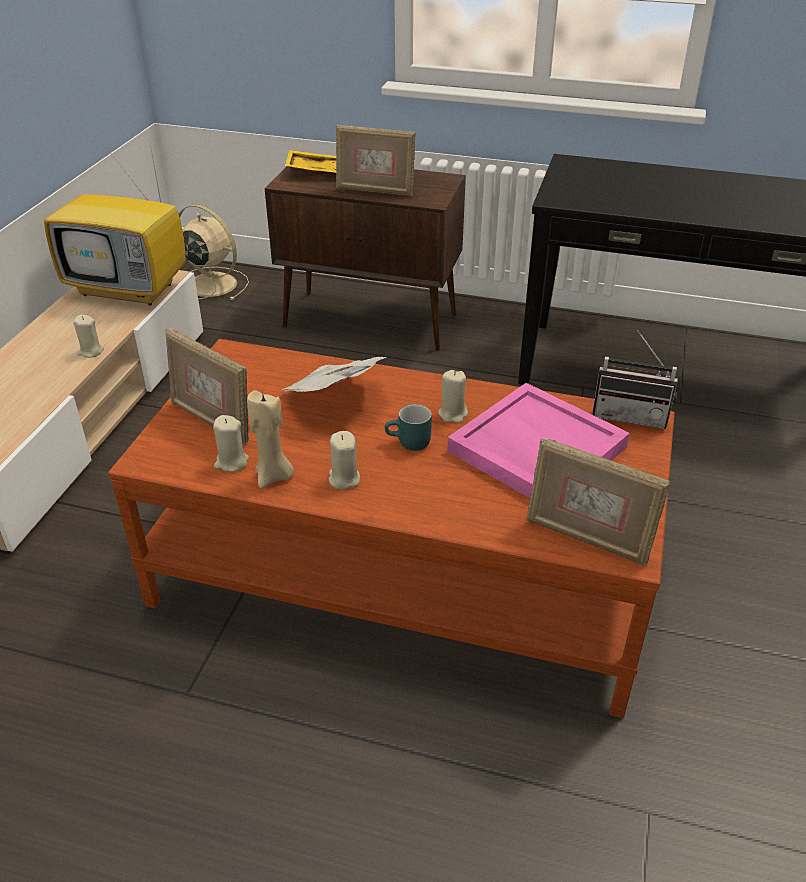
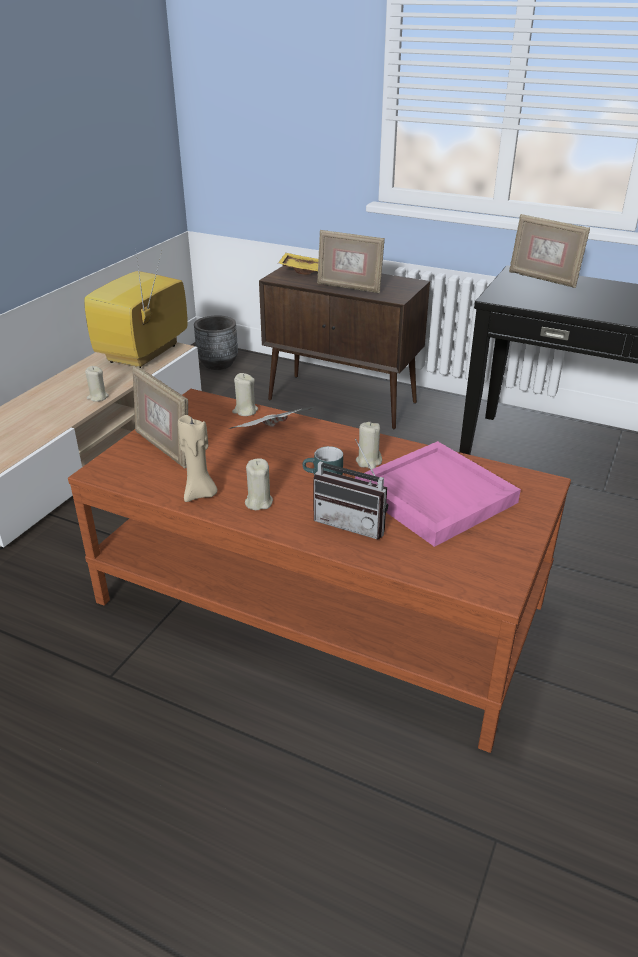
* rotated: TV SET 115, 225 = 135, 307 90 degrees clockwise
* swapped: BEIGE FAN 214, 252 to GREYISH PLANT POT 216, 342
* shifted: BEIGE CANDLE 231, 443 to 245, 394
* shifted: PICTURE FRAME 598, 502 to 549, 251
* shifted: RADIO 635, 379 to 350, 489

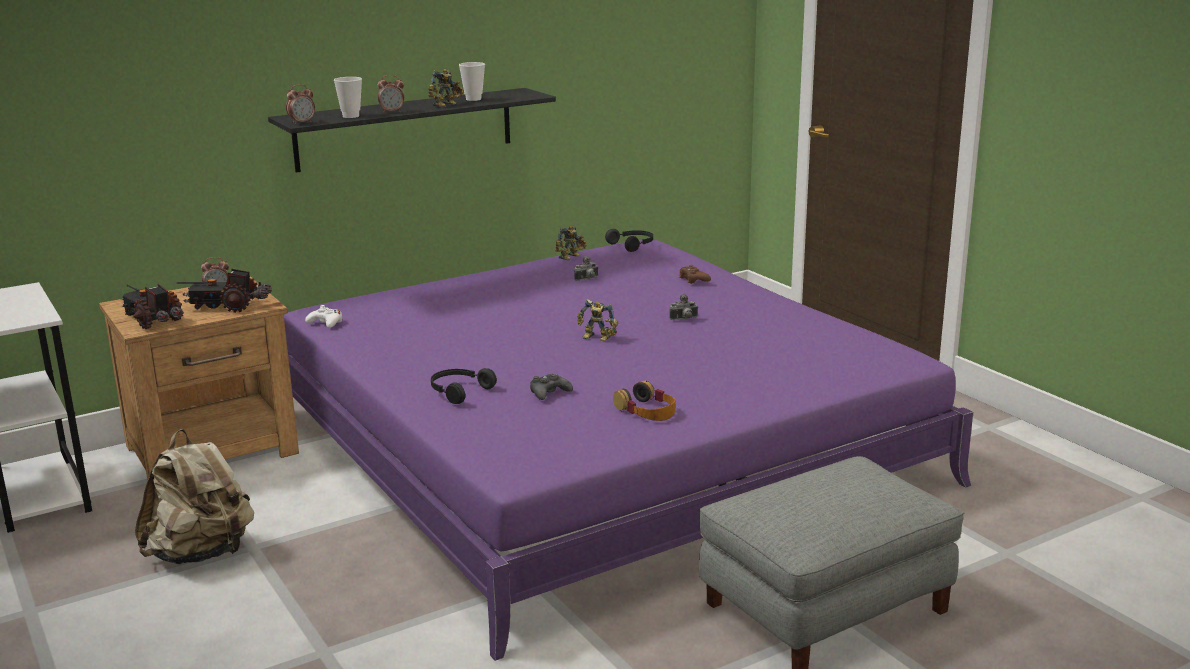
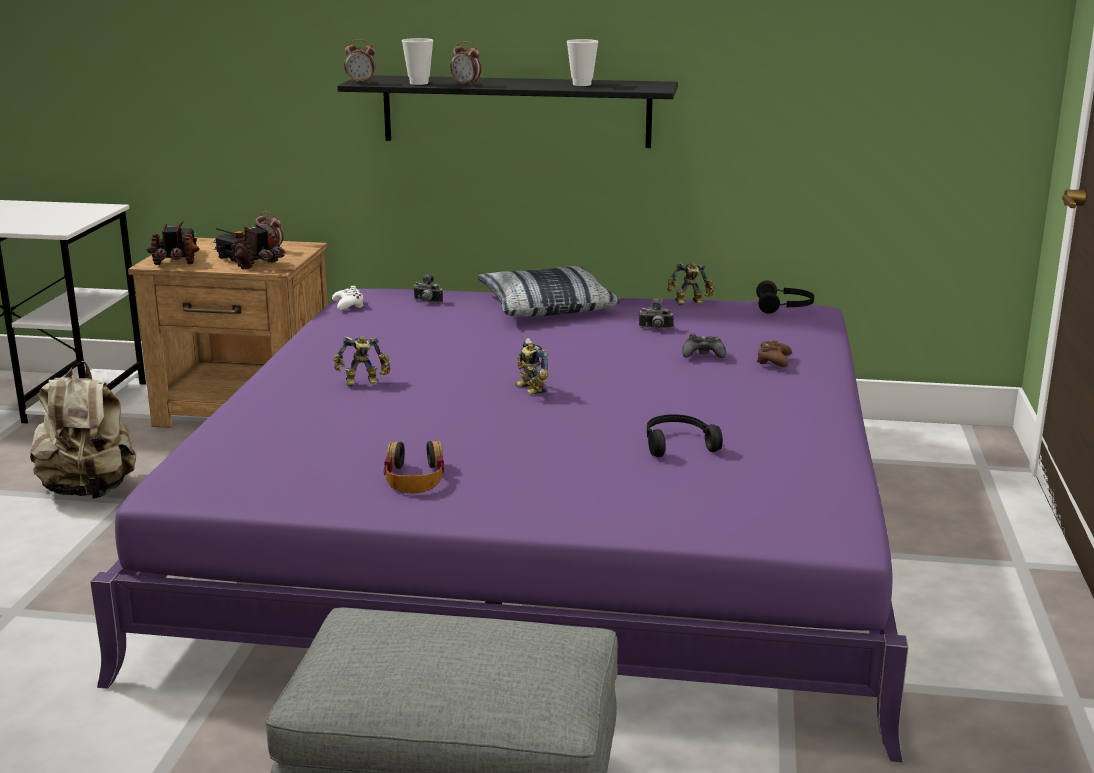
* shifted: ROBOT FIGURE 446, 88 to 362, 361
* shifted: BLACKISH HEADSET 464, 386 to 685, 435
* shifted: BLACKISH GAME CONTROLLER 551, 387 to 704, 346
* shifted: PHOTO CAMERA 684, 307 to 428, 288
* new: THROW PILLOW 548, 291

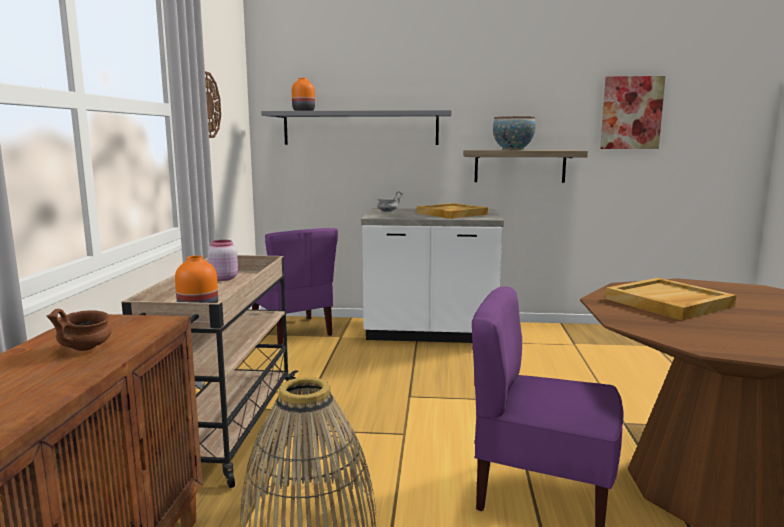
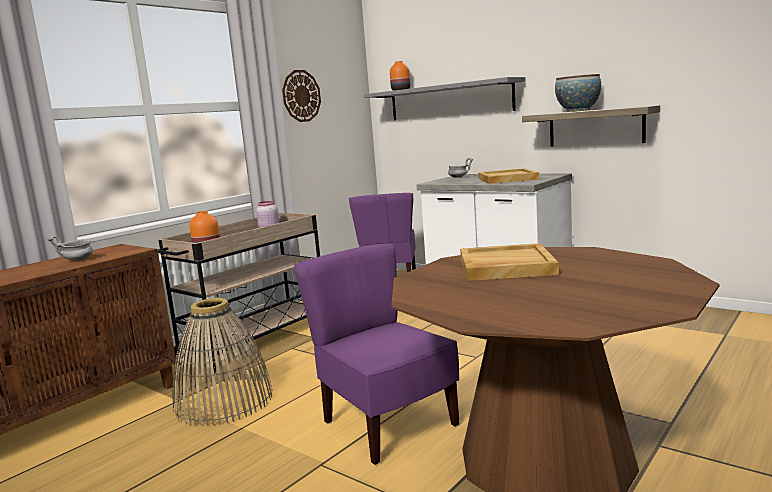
* repainted: BROWN-COLOURED SERVING BOWL 79, 330 to GREYISH SERVING BOWL 70, 248
* gone: WALL ART 632, 112

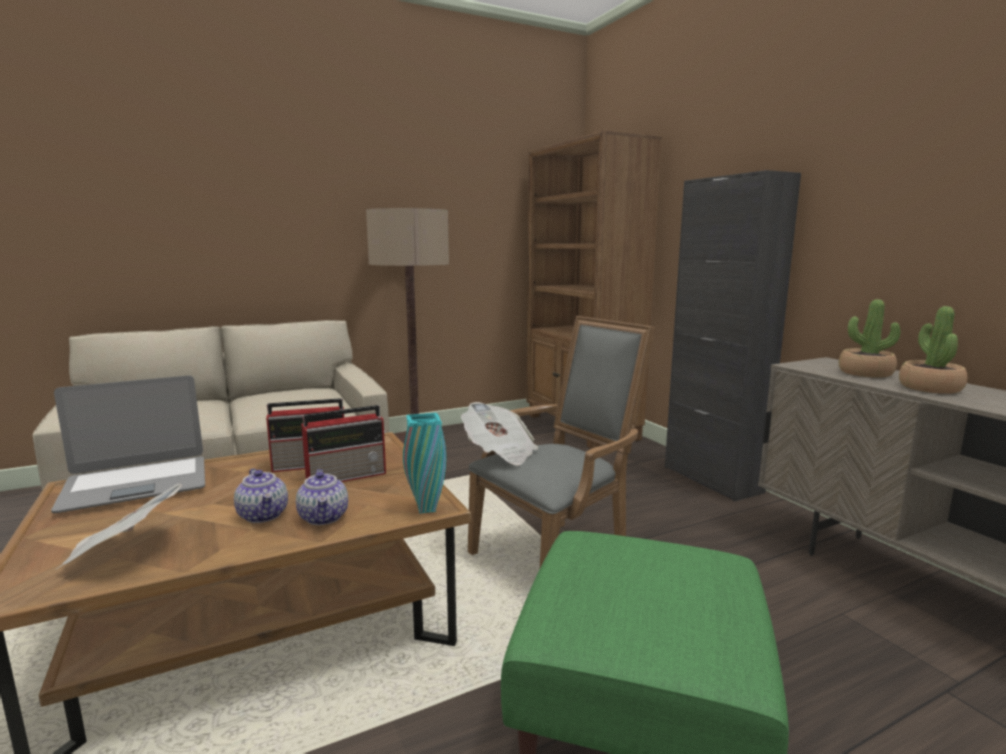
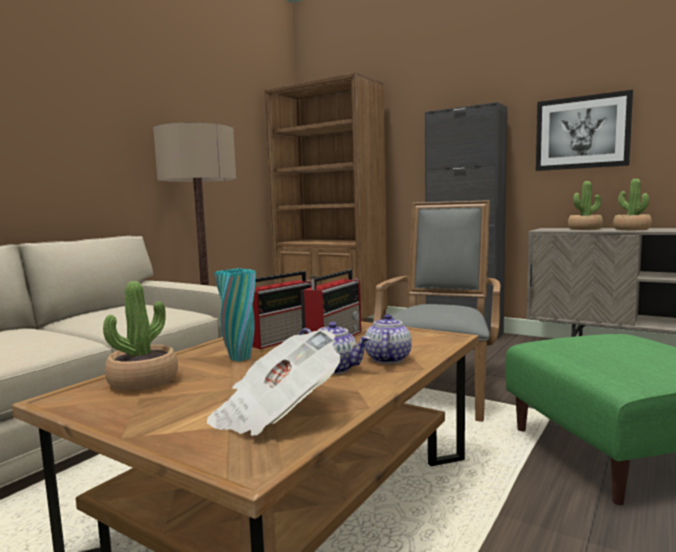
* swapped: PORTABLE COMPUTER 128, 444 to HOUSEPLANT 140, 336
* rotated: TEAPOT 322, 497 = 388, 339 120 degrees counterclockwise
* shifted: TURQUOISE DECORATIVE VASE 424, 463 to 235, 315
* gone: PRINTED PAPER 499, 434
* new: WALL ART 584, 130

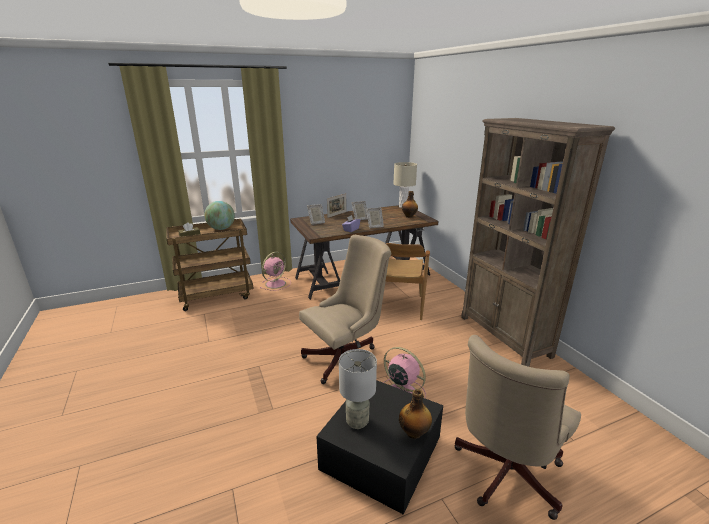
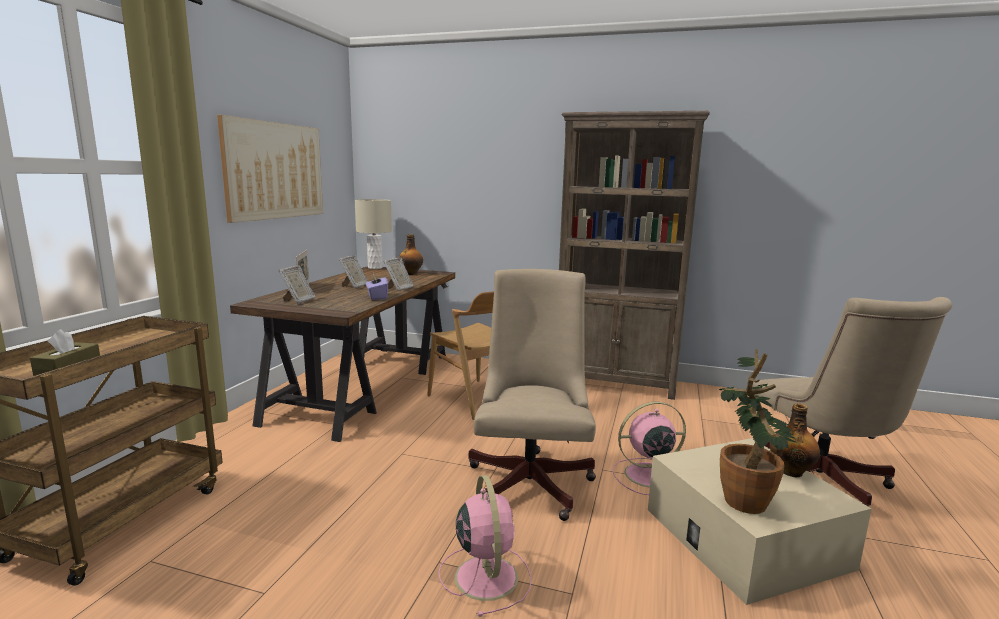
* gone: WORLD GLOBE 219, 215
* shifted: PINKISH FAN 275, 271 to 484, 546
* repainted: BLACKISH STORAGE BIN 379, 447 to BEIGE STORAGE BIN 760, 521
* swapped: GREYISH TABLETOP LAMP 358, 389 to HOUSEPLANT 761, 431
* new: WALL ART 270, 169

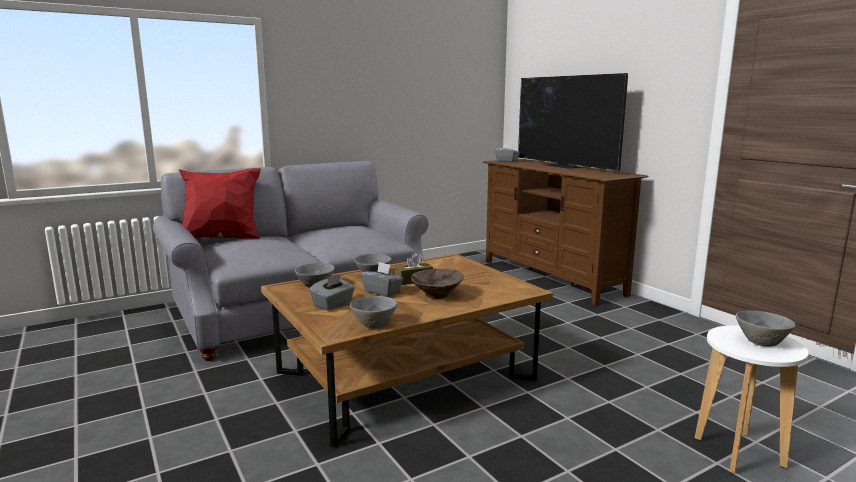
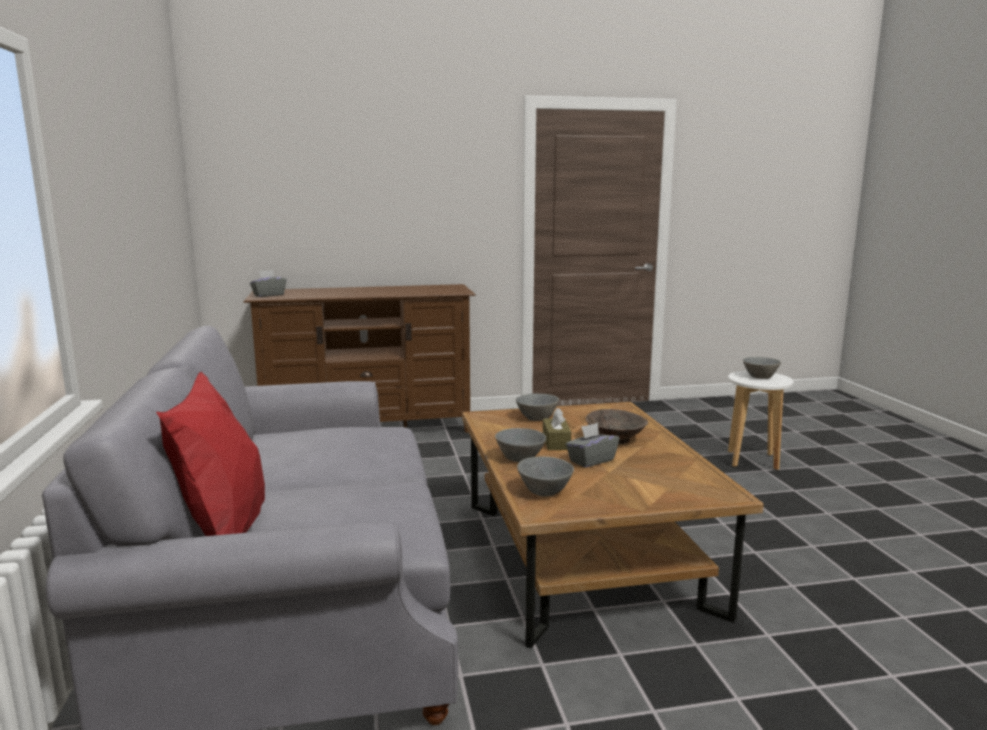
* gone: GREYISH TISSUE HOLDER 332, 292
* shifted: GREYISH SERVING BOWL 374, 312 to 537, 407
* gone: TV SET 573, 122

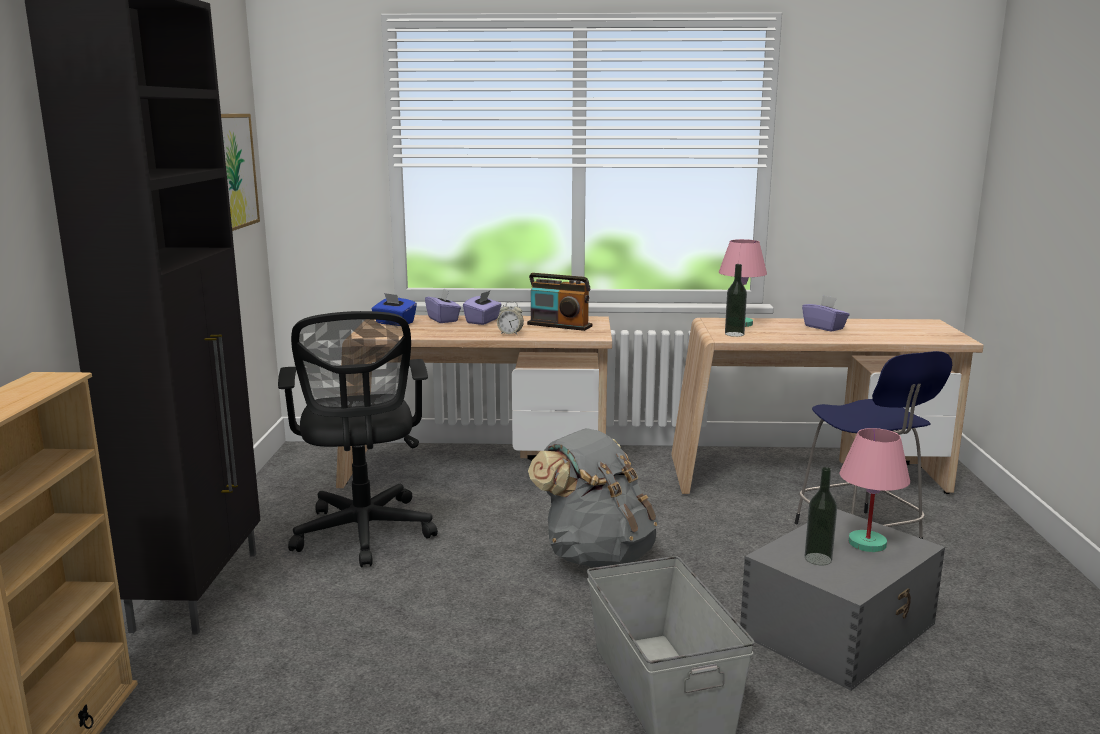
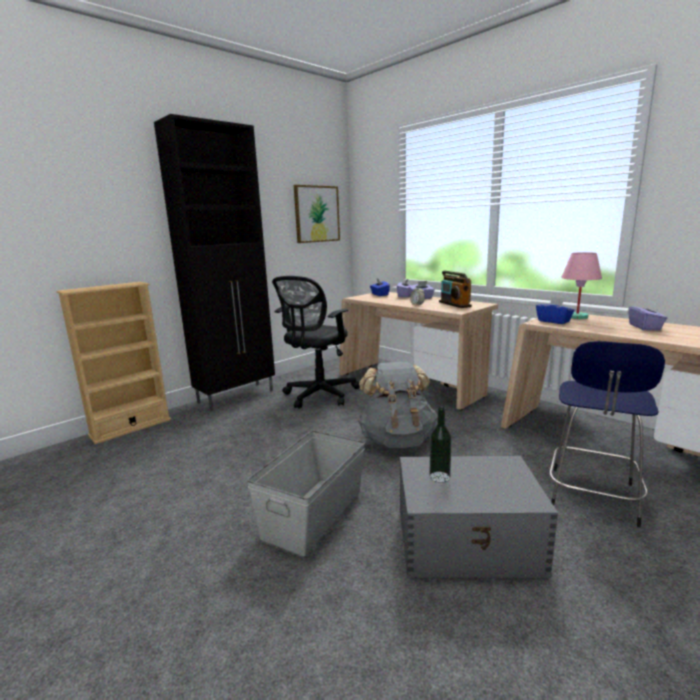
* swapped: BOTTLE 736, 300 to BLUE-COLOURED TISSUE HOLDER 555, 310
* gone: PINKISH TABLETOP LAMP 875, 490

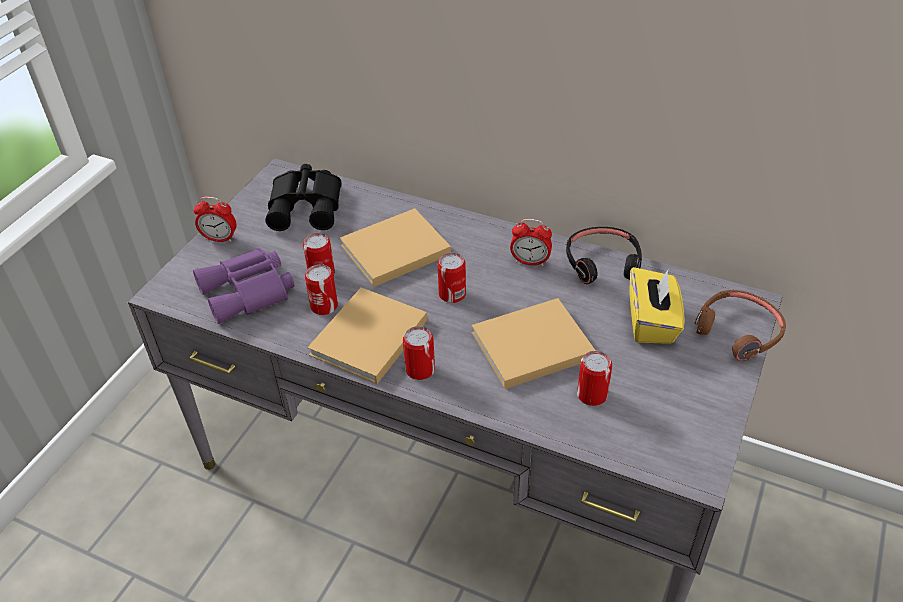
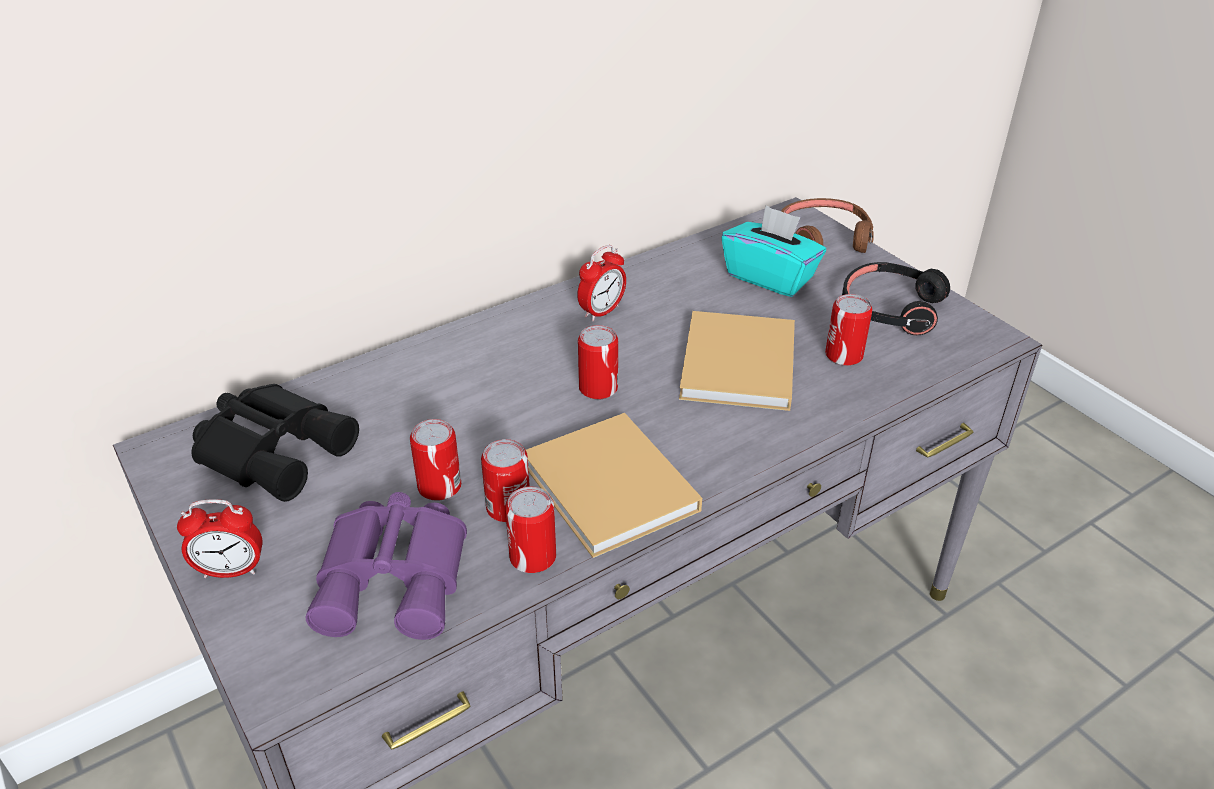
* rotated: BEDSIDE CLOCK 214, 219 = 220, 538 45 degrees clockwise
* gone: BEIGE BOUND BOOK 395, 247
* shifted: METAL CAN 419, 353 to 530, 530
* shifted: BLACKISH HEADSET 604, 255 to 896, 298
* repainted: YELLOW-COLOURED TISSUE HOLDER 656, 305 to TURQUOISE TISSUE HOLDER 774, 251

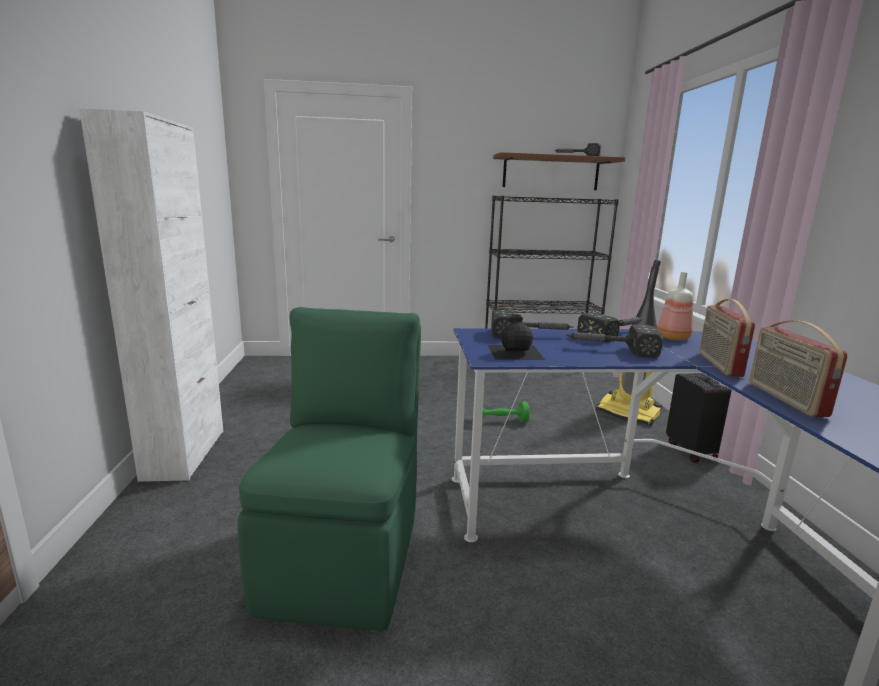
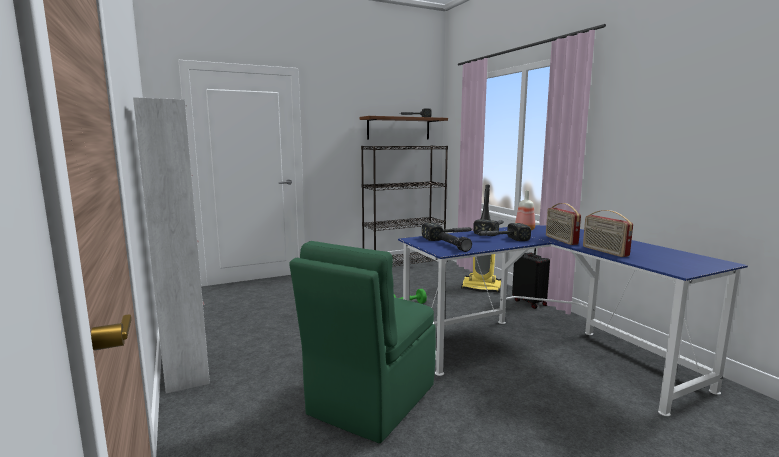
* rotated: GREENISH CHAIR 329, 469 = 362, 342 135 degrees counterclockwise
* swapped: BLACKISH BOTTLE 516, 337 to BLACKISH HAND TORCH 455, 242

